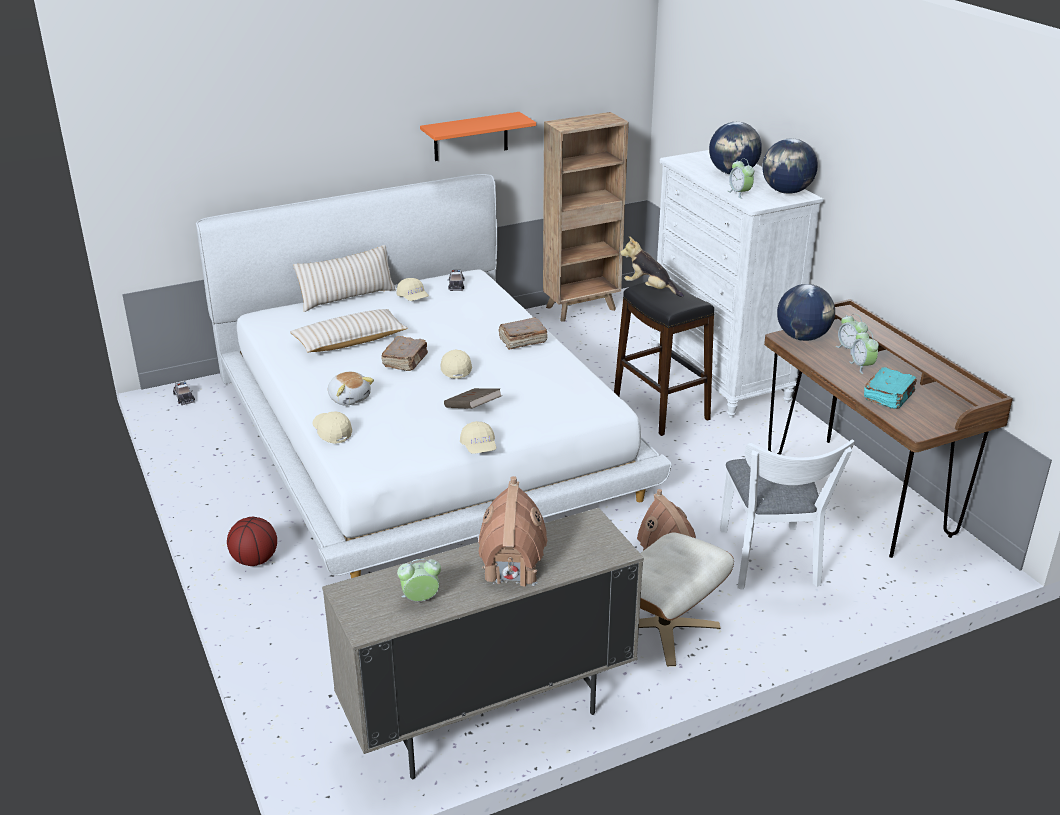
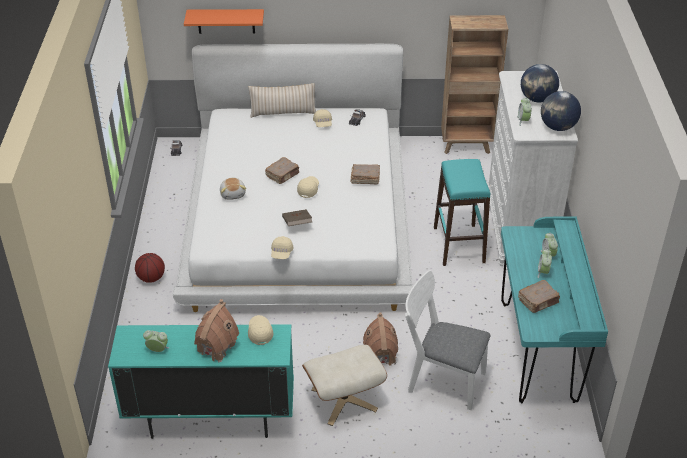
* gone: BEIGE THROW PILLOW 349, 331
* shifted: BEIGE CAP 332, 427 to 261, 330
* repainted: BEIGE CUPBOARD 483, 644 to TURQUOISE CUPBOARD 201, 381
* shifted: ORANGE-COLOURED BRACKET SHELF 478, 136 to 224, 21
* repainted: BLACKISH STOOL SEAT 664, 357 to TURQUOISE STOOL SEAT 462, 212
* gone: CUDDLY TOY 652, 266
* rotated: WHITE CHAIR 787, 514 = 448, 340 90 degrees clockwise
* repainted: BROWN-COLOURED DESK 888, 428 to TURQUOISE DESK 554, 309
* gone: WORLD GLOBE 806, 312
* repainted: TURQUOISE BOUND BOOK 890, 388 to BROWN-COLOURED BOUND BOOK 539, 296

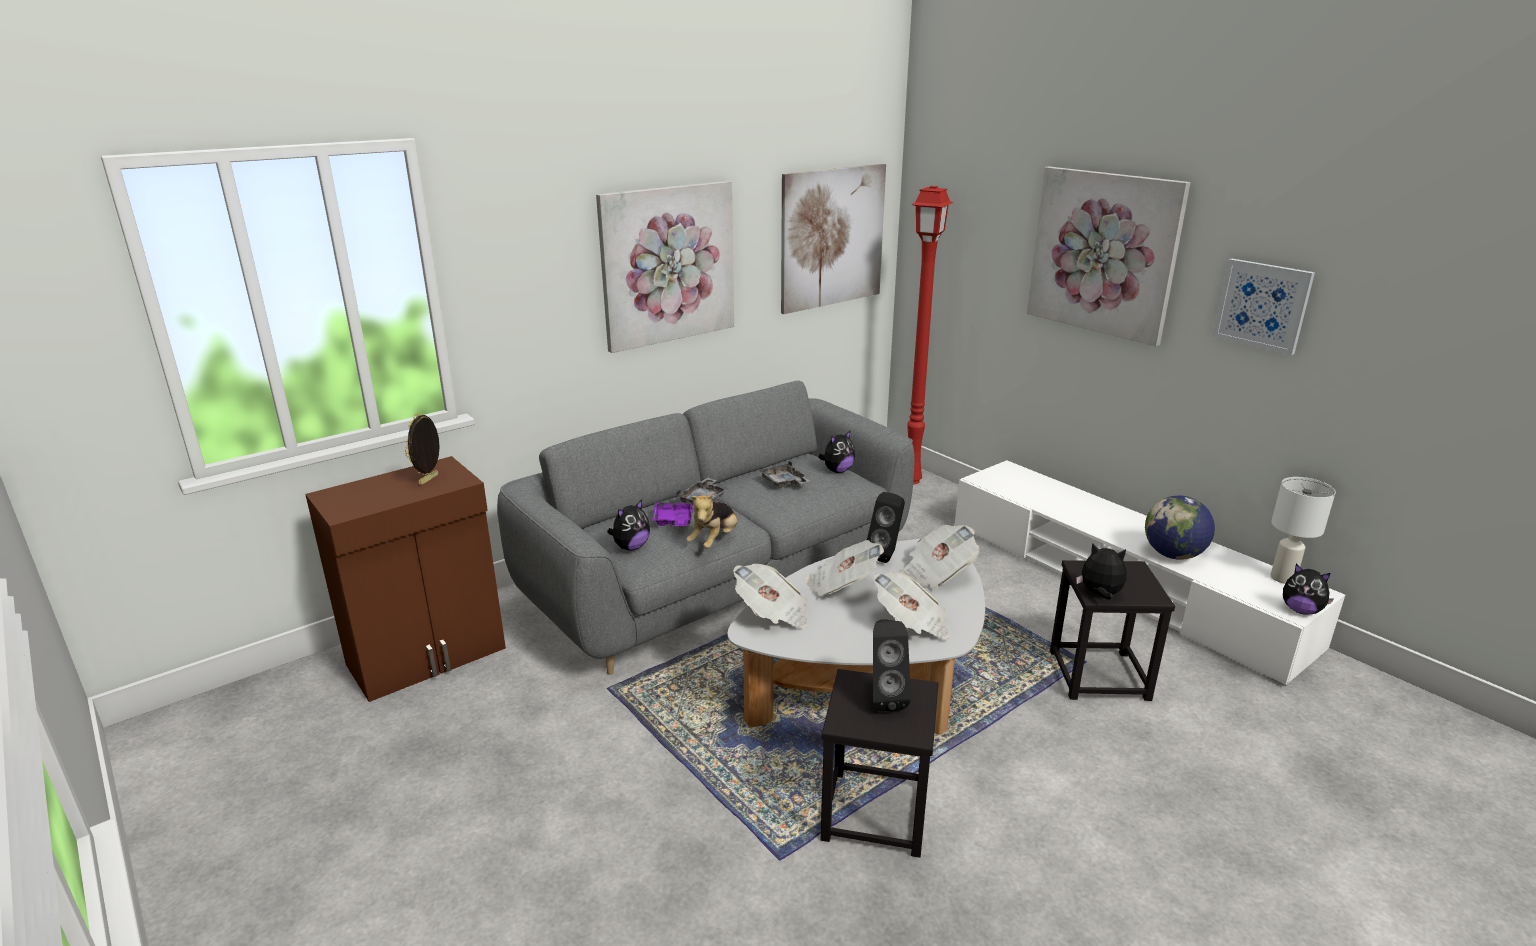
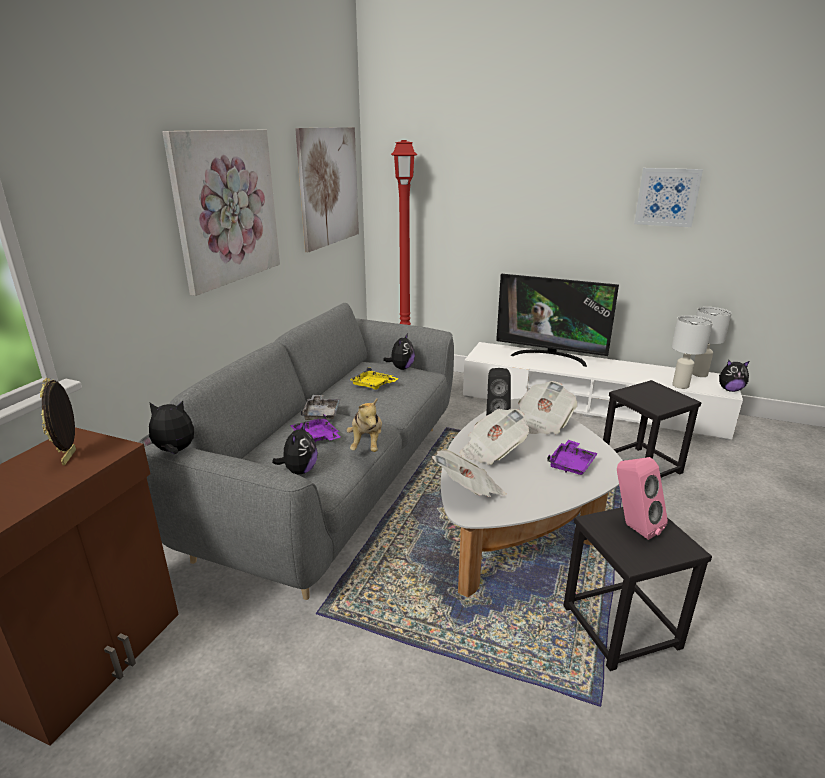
* repainted: GREYISH CARRYING TRAY 783, 474 to YELLOW-COLOURED CARRYING TRAY 374, 378
* swapped: PRINTED PAPER 911, 606 to PURPLE CARRYING TRAY 572, 457
* repainted: BLACKISH AUDIO SPEAKER 892, 665 to PINKISH AUDIO SPEAKER 642, 498
* gone: WALL ART 1108, 256
* shifted: CUDDLY TOY 1101, 571 to 168, 427
* gone: WORLD GLOBE 1180, 527
* new: TV SET 557, 320
* new: WHITE TABLETOP LAMP 692, 352

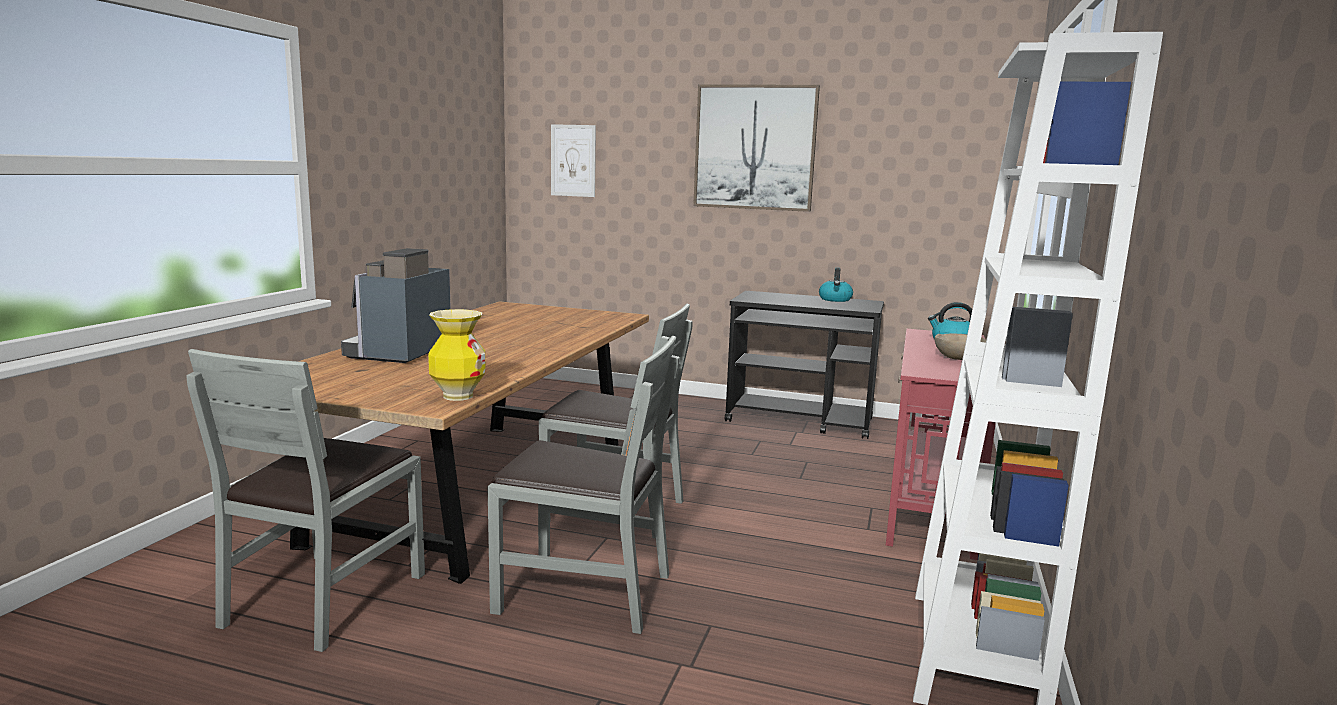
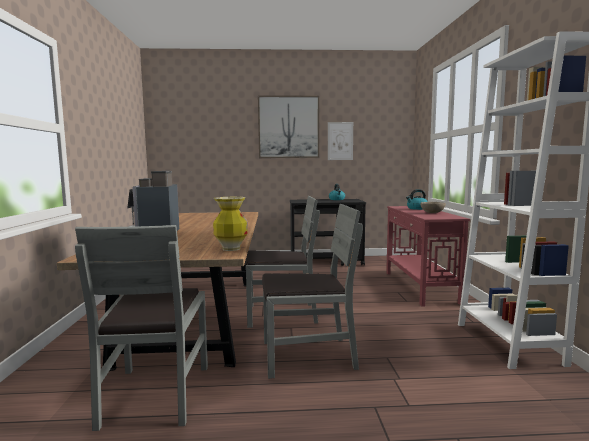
* shifted: WALL ART 573, 160 to 340, 141

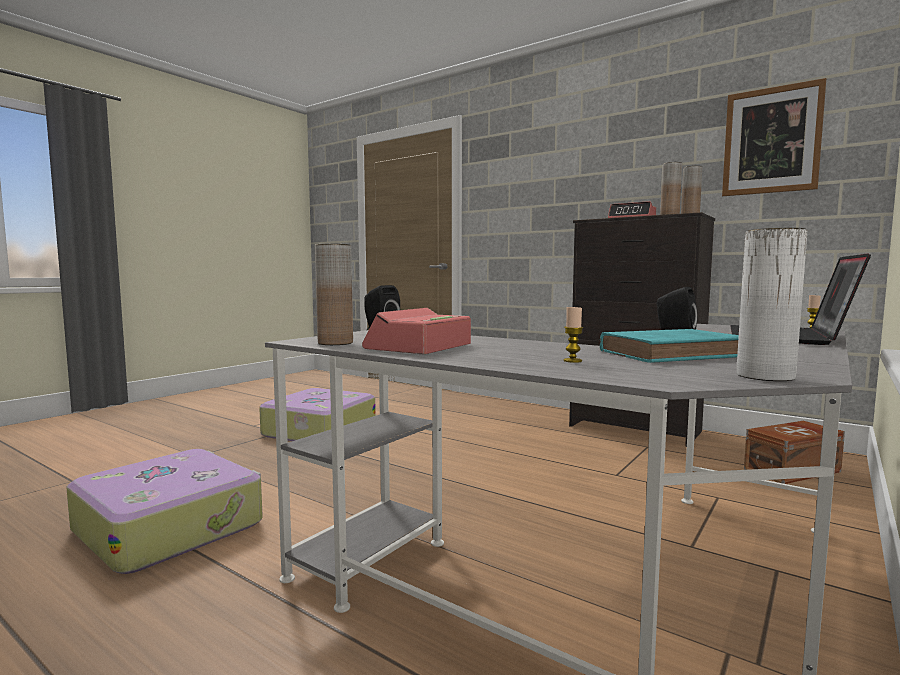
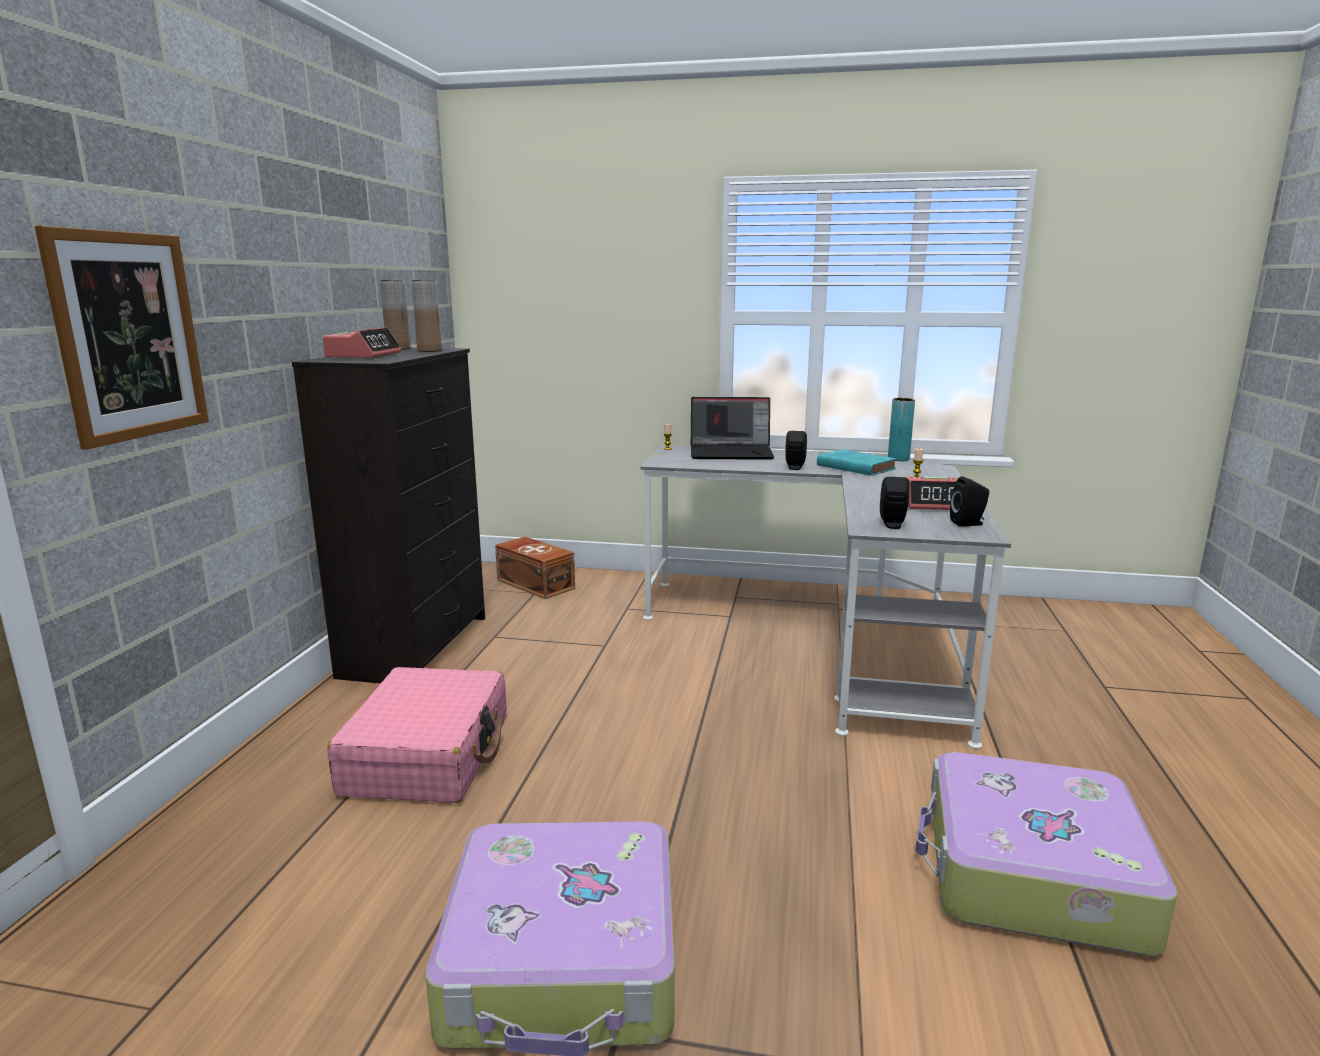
* swapped: BROWN-COLOURED DECORATIVE VASE 334, 294 to BLACKISH AUDIO SPEAKER 969, 501
* shifted: WALL ART 774, 137 to 122, 338
* repainted: WHITE DECORATIVE VASE 772, 304 to TURQUOISE DECORATIVE VASE 901, 429
* new: PINKISH PIECE OF LUGGAGE 417, 735

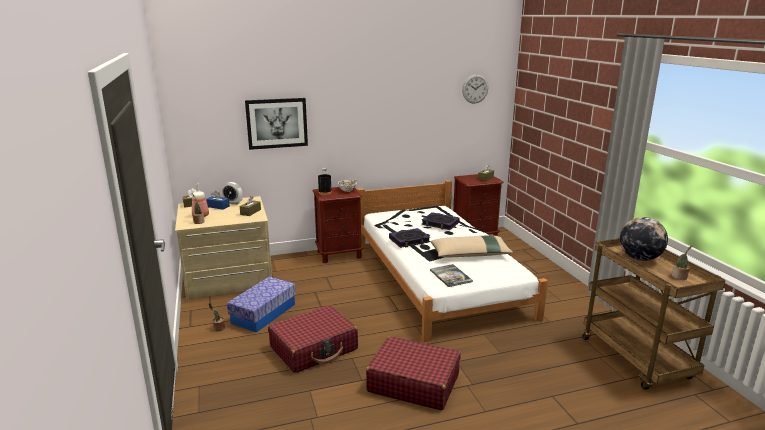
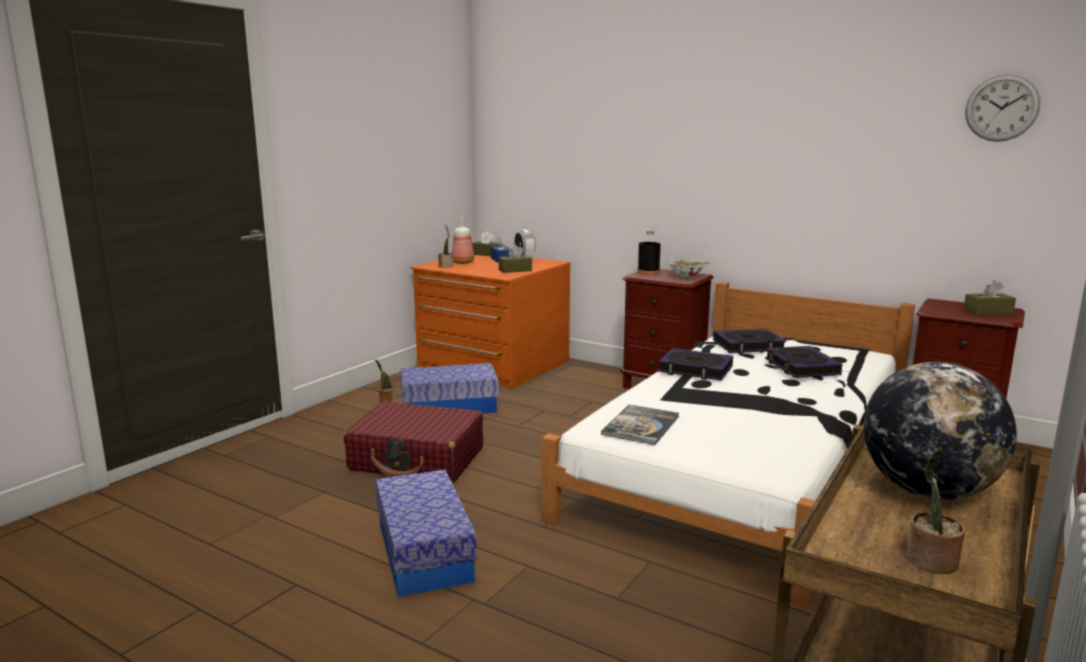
* repainted: BEIGE DRAWER CHEST 223, 248 to ORANGE-COLOURED DRAWER CHEST 490, 322
* gone: WALL ART 276, 124
* swapped: RED-COLOURED PIECE OF LUGGAGE 413, 373 to STORAGE BIN 426, 533
* gone: BEIGE THROW PILLOW 471, 246
* new: BOUND BOOK 749, 341

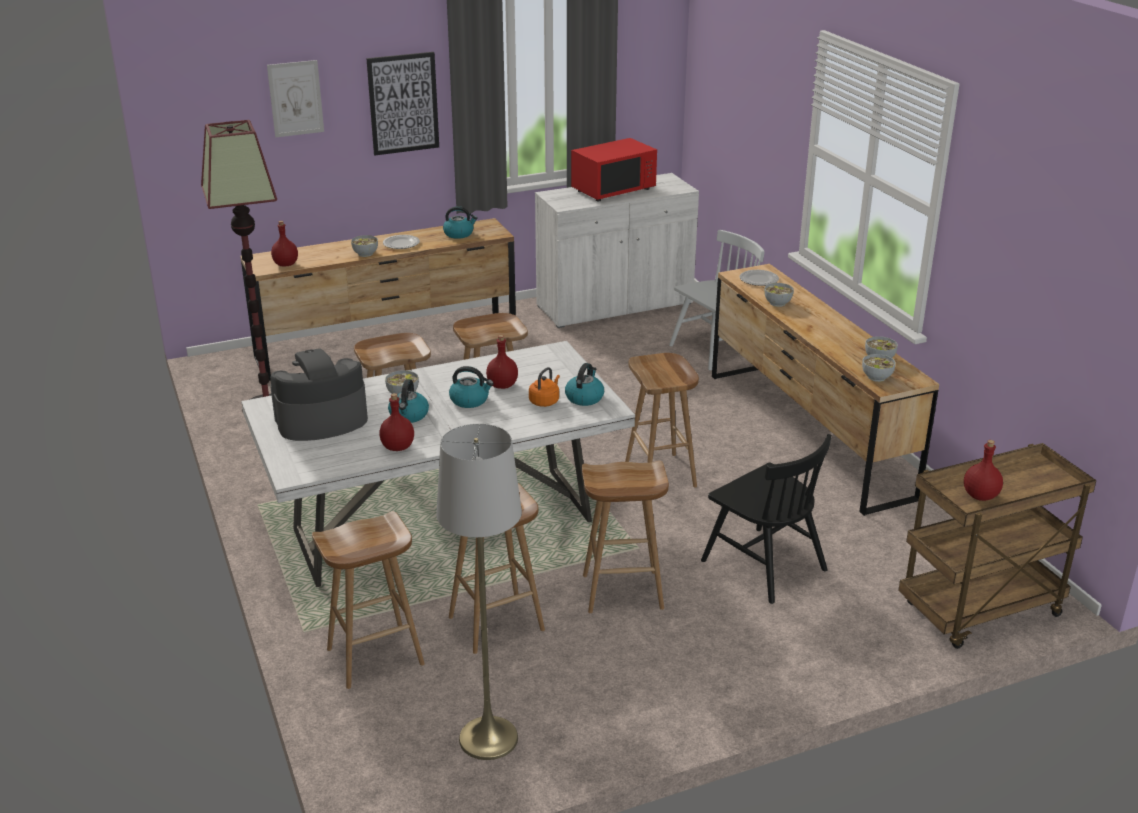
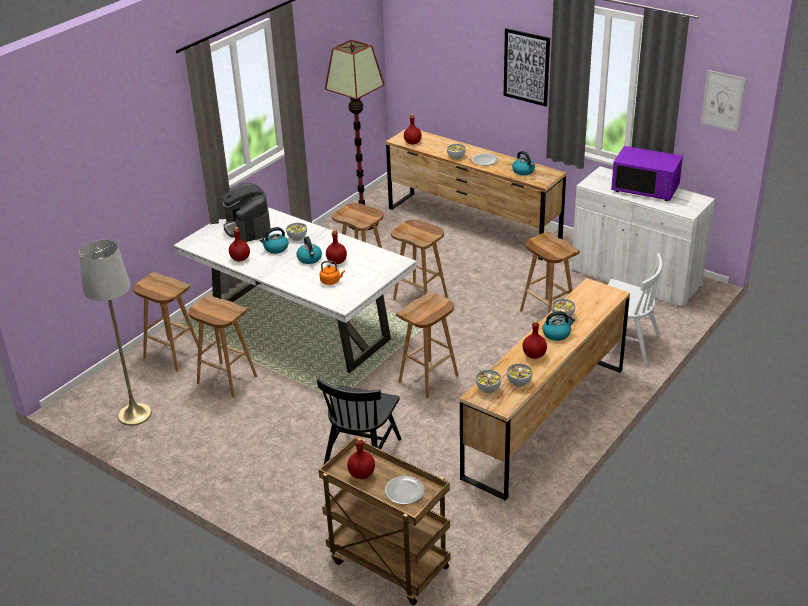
* shifted: WALL ART 295, 98 to 723, 101
* rotated: COFFEE MAKER 319, 394 = 246, 212 150 degrees counterclockwise
* shifted: KETTLE 584, 384 to 558, 326
* repainted: RED-COLOURED MICROWAVE 614, 169 to PURPLE MICROWAVE 647, 173
* shifted: BROWN-COLOURED STOOL SEAT 625, 536 to 550, 272
* shifted: DINNER PLATE 759, 278 to 405, 490
* new: RED-COLOURED BOTTLE 534, 339

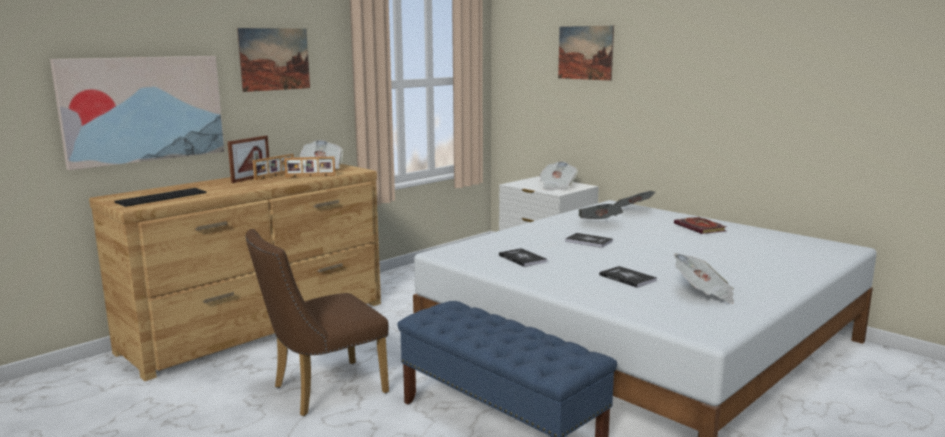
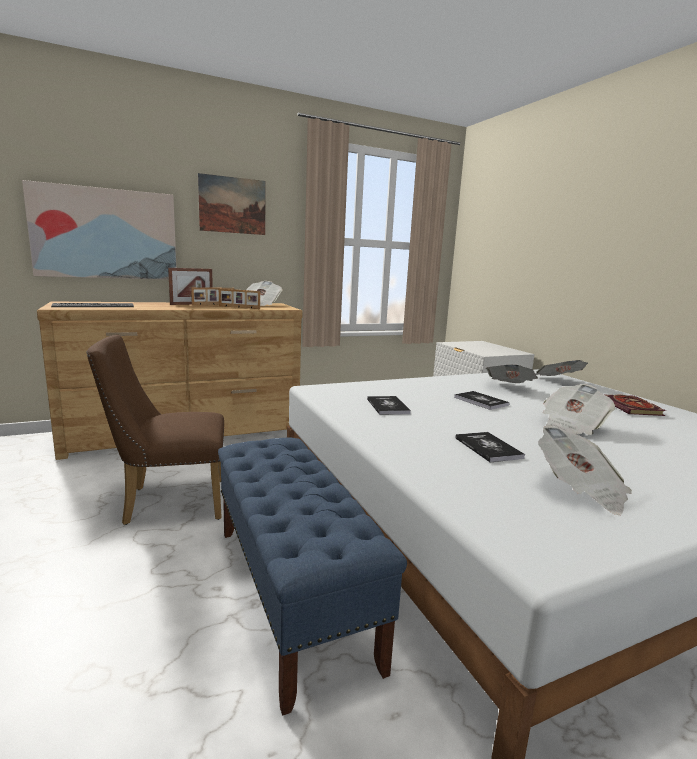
* shifted: PRINTED PAPER 558, 176 to 579, 409
* gone: WALL ART 586, 53

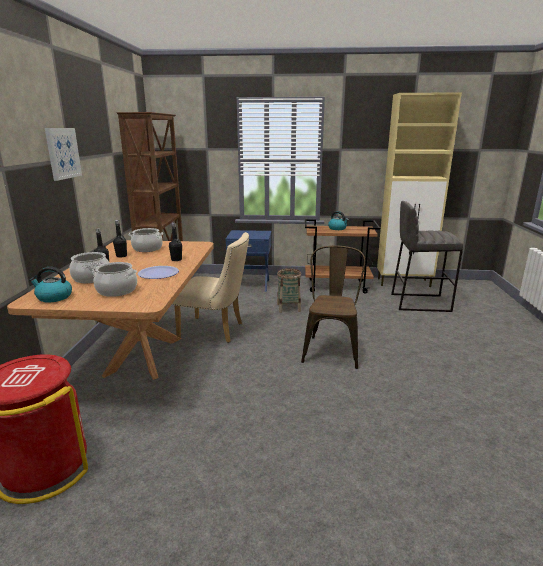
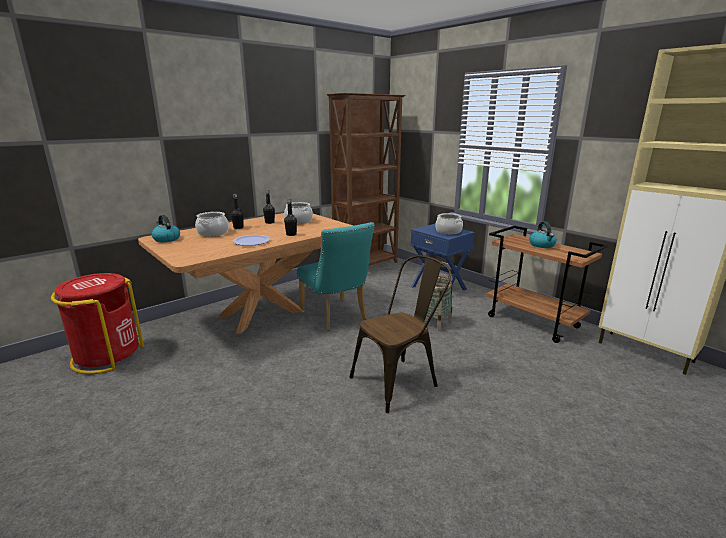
* gone: WALL ART 63, 154
* shifted: COOKING POT 114, 279 to 449, 224
* repainted: BEIGE CHAIR 210, 287 to TURQUOISE CHAIR 336, 276
* gone: GREYISH STOOL SEAT 427, 256

